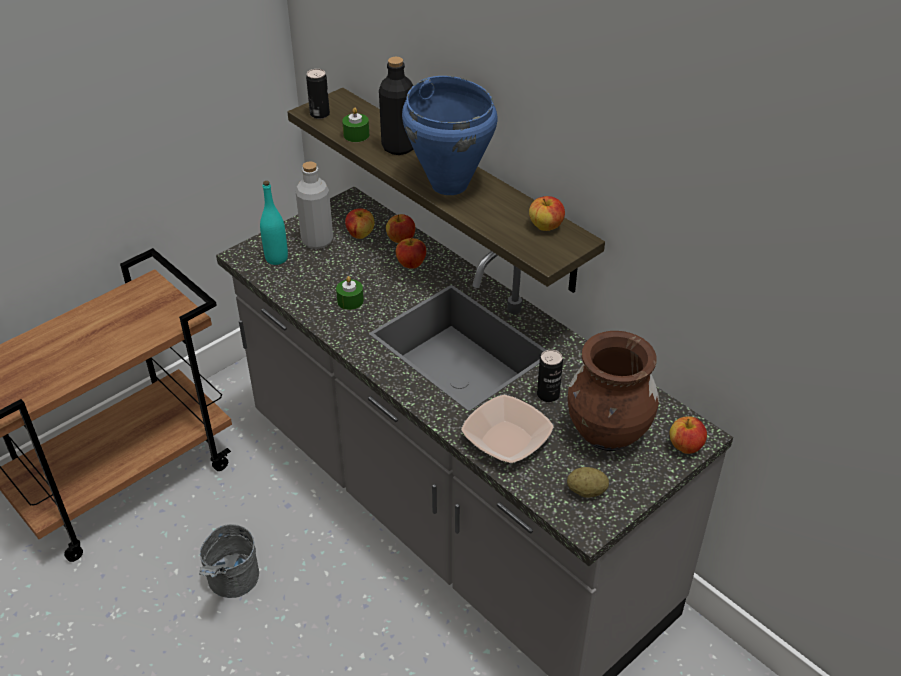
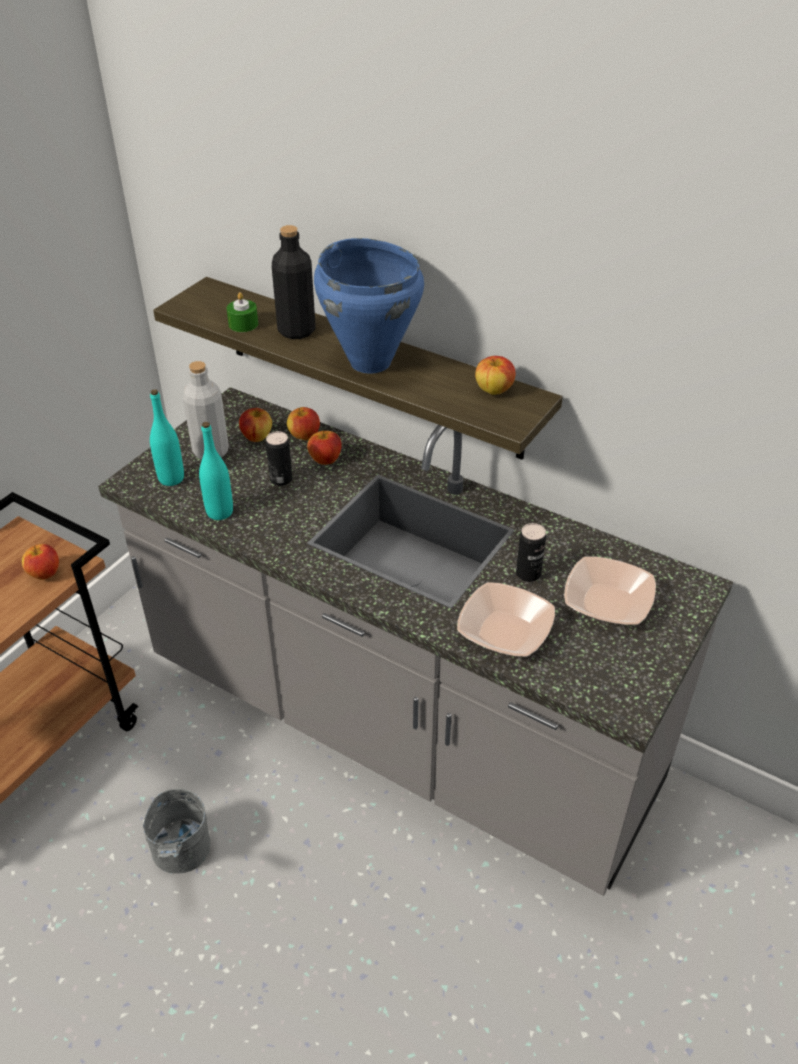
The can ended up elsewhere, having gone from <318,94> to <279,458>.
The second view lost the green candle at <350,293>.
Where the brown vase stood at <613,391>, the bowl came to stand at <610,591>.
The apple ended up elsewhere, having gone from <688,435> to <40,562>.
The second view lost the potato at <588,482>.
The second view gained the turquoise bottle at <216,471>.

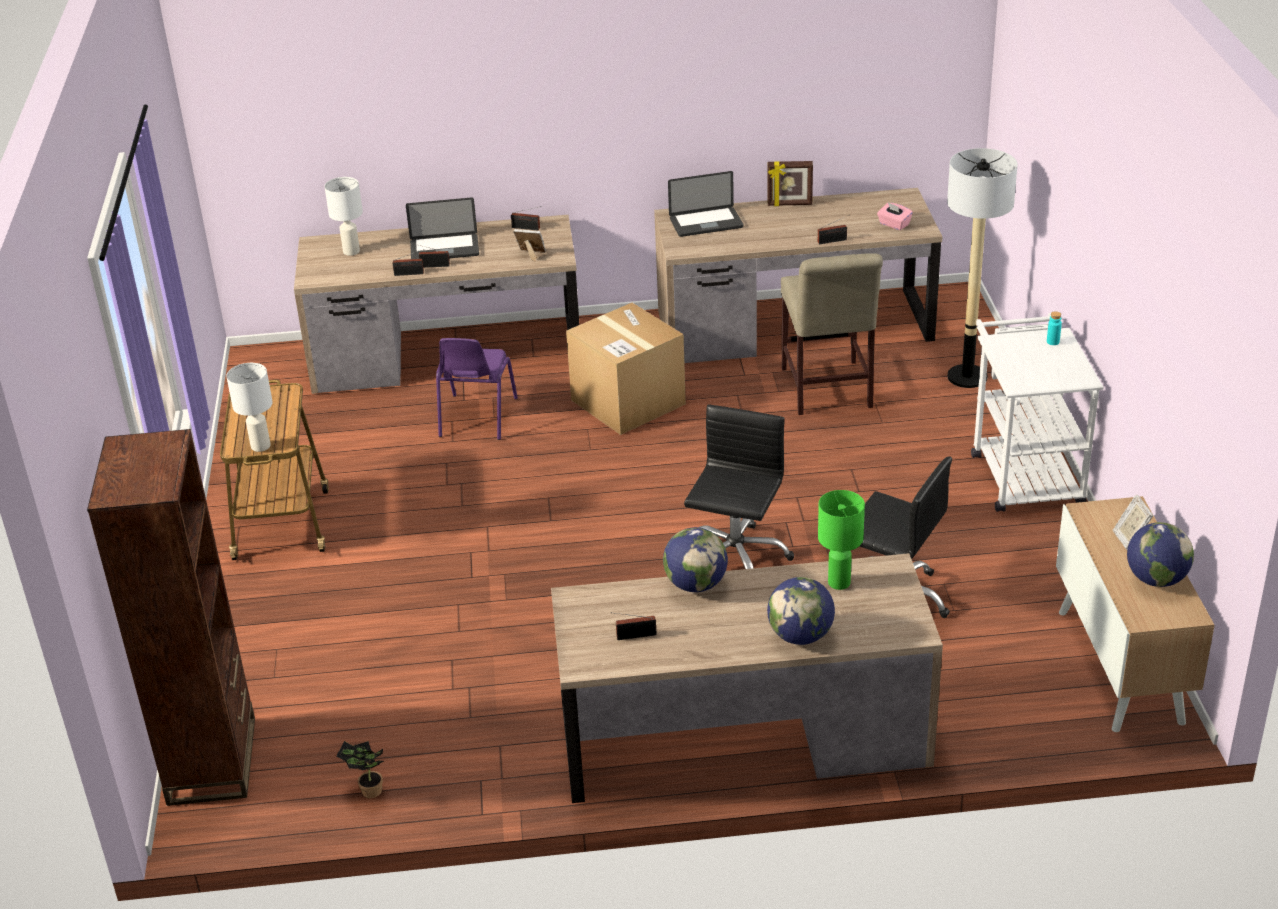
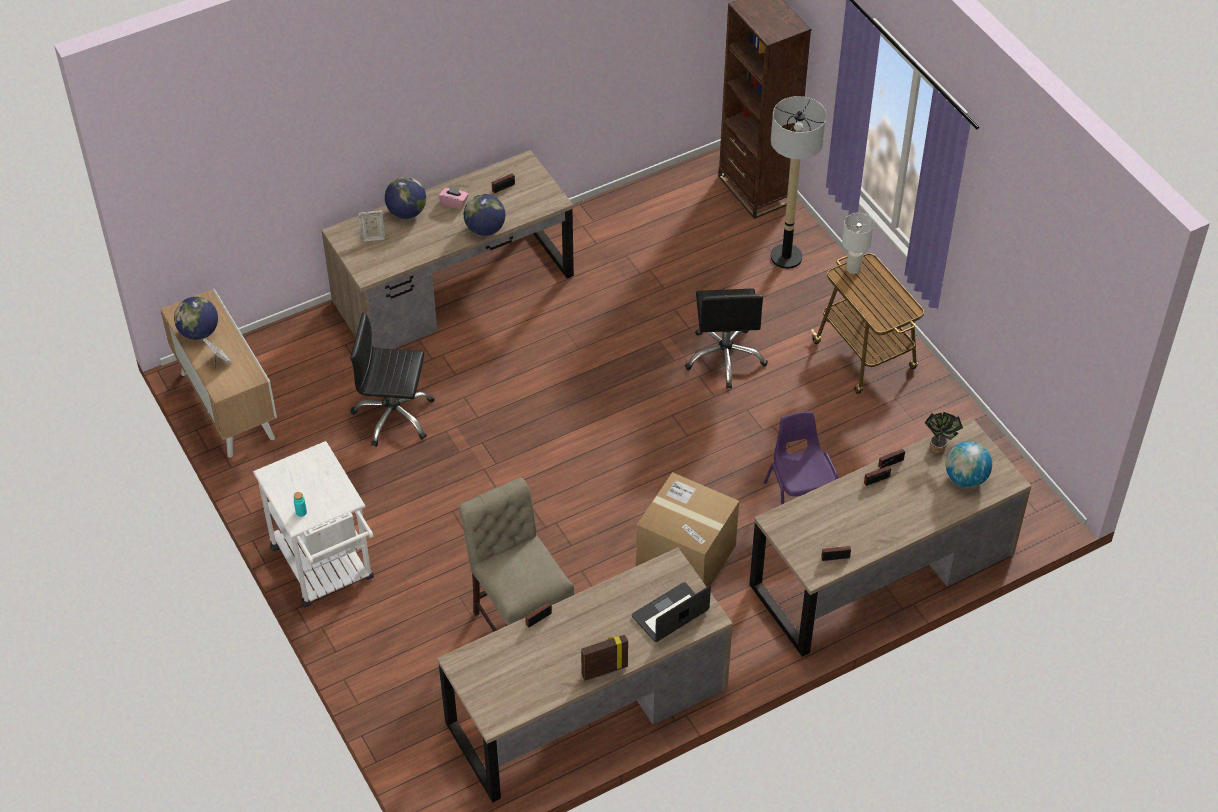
The floor lamp ended up elsewhere, having gone from <982,268> to <799,182>.
Where the white table lamp stood at <343,216>, the globe came to stand at <969,464>.
The second view lost the laptop at <442,228>.
The pink tissue box ended up elsewhere, having gone from <895,216> to <454,197>.
The picture frame ended up elsewhere, having gone from <529,245> to <371,226>.
The black office chair ended up elsewhere, having gone from <739,486> to <726,338>.
The second view lost the green table lamp at <841,540>.
The potted plant ended up elsewhere, having gone from <360,769> to <943,433>.

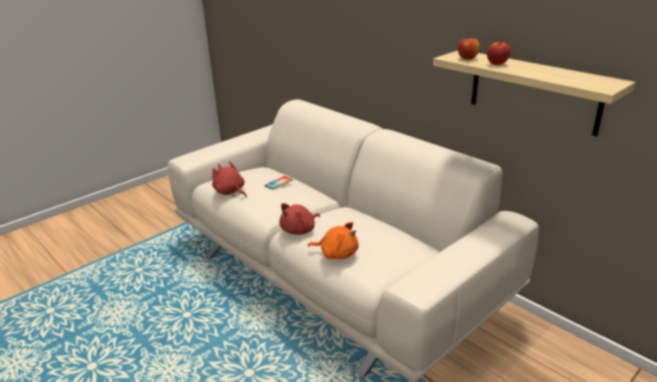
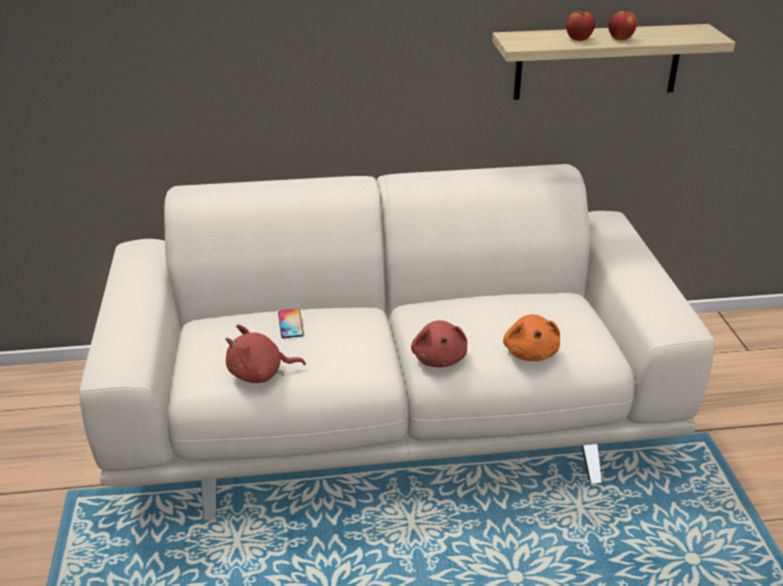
The apple ended up elsewhere, having gone from <469,47> to <622,24>.
The orange plush toy at <333,240> ended up facing another way, 120 degrees clockwise from before.

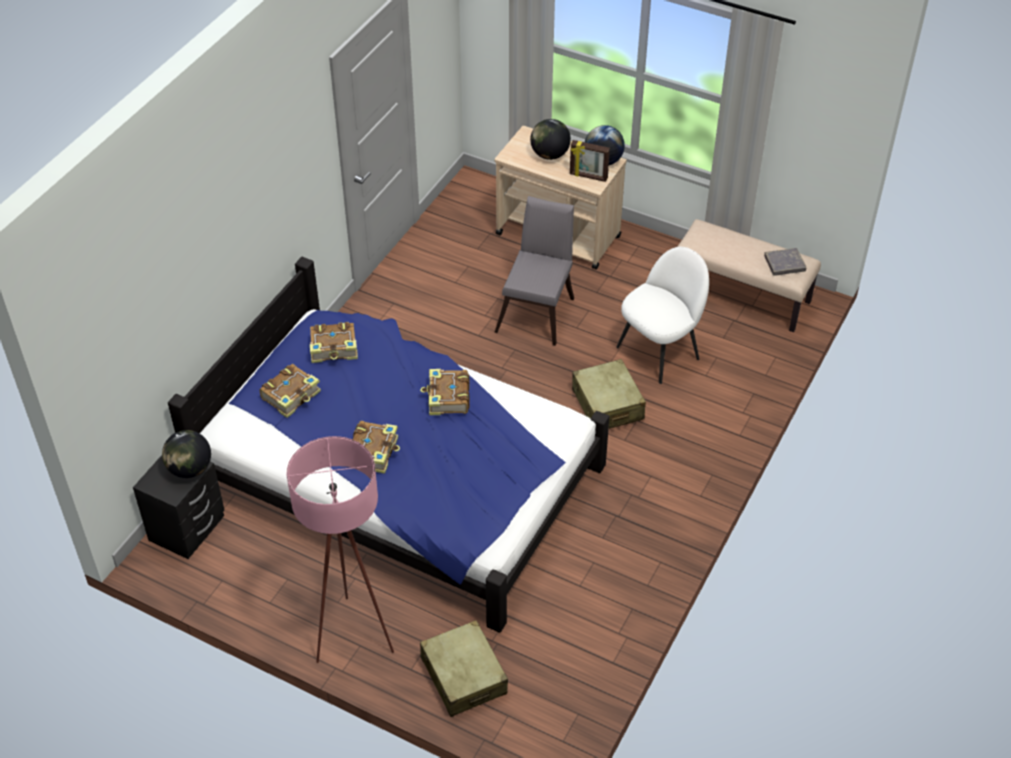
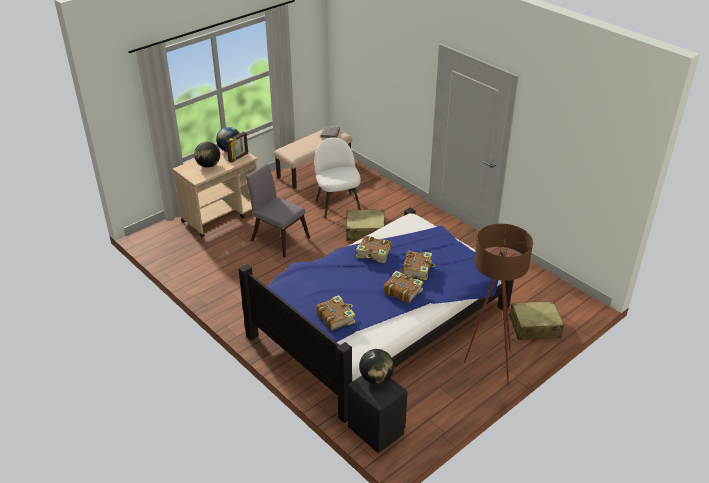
The book ended up elsewhere, having gone from <334,342> to <418,265>.
What was the pink floor lamp at <340,549> turned into the brown floor lamp at <498,305>.

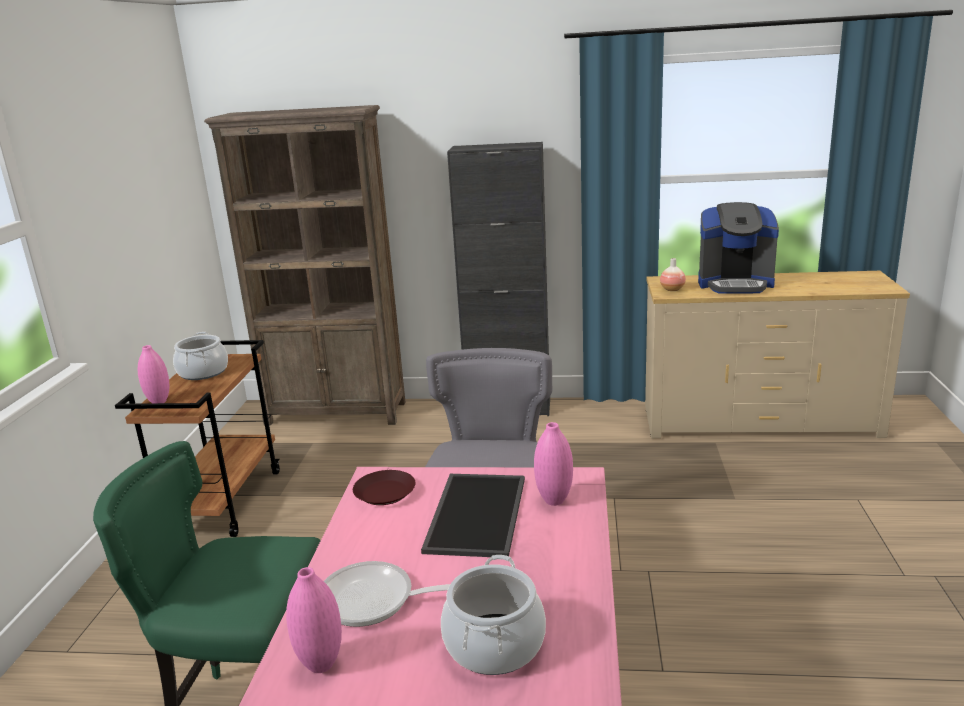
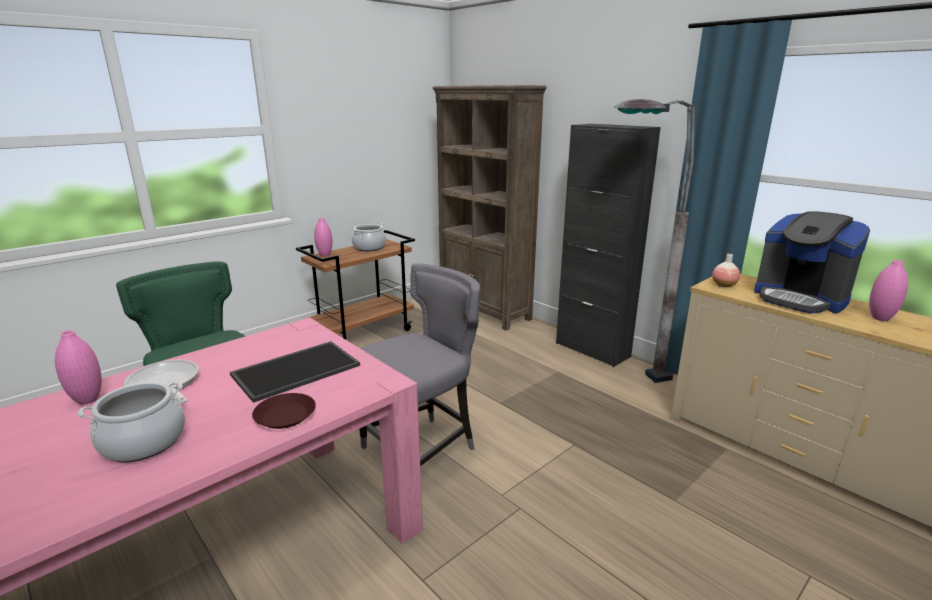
The pink vase ended up elsewhere, having gone from <553,464> to <888,290>.
The brown plate ended up elsewhere, having gone from <384,487> to <284,411>.
The second view gained the grey floor lamp at <654,241>.

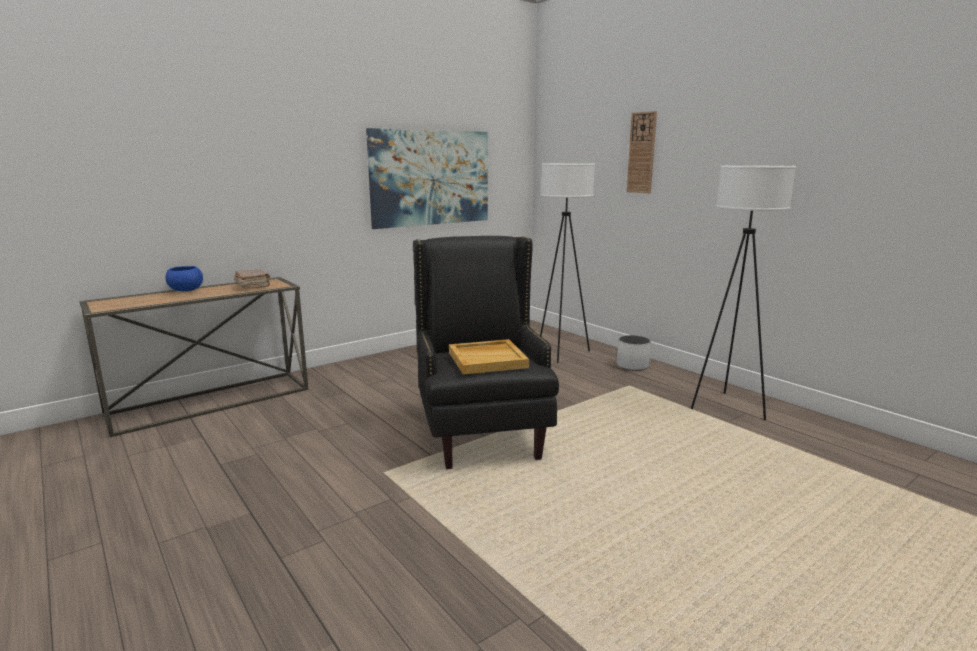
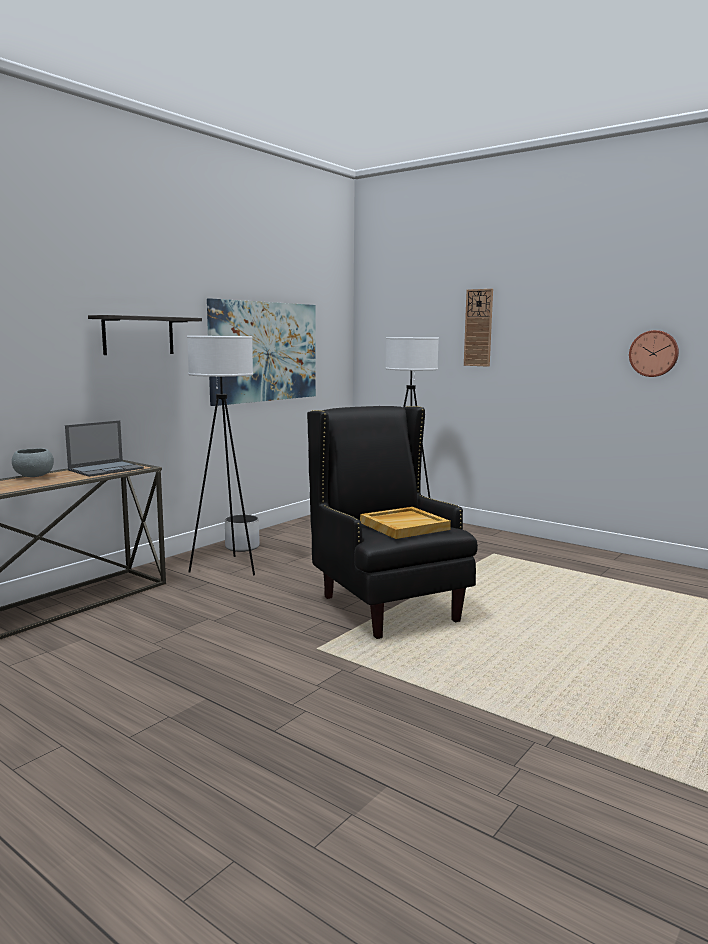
The white floor lamp ended up elsewhere, having gone from <743,292> to <221,456>.
What was the blue bowl at <184,279> turned into the grey bowl at <33,462>.
Where the brown book stood at <252,279>, the laptop came to stand at <104,448>.
The white planter ended up elsewhere, having gone from <633,353> to <242,533>.
The second view gained the shelf at <145,335>.
The second view gained the wall clock at <654,353>.

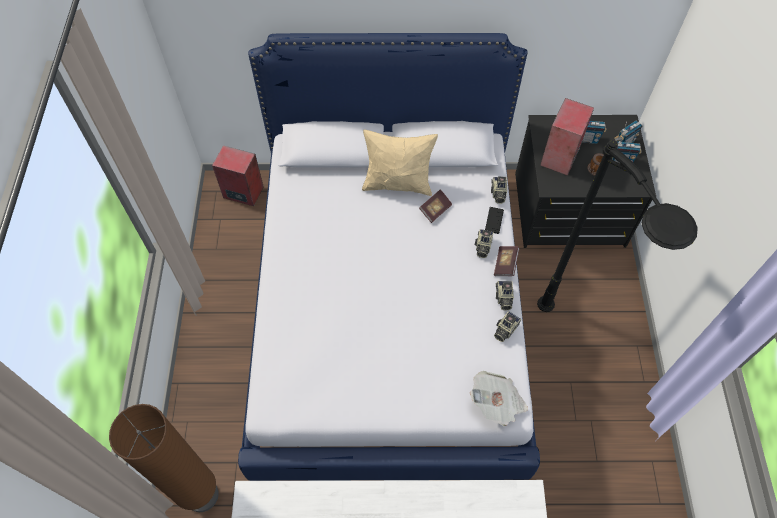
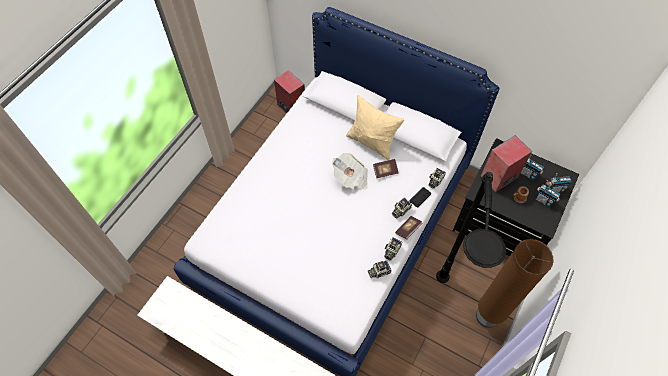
The newspaper ended up elsewhere, having gone from <499,398> to <350,171>.
The brown floor lamp ended up elsewhere, having gone from <164,458> to <515,283>.

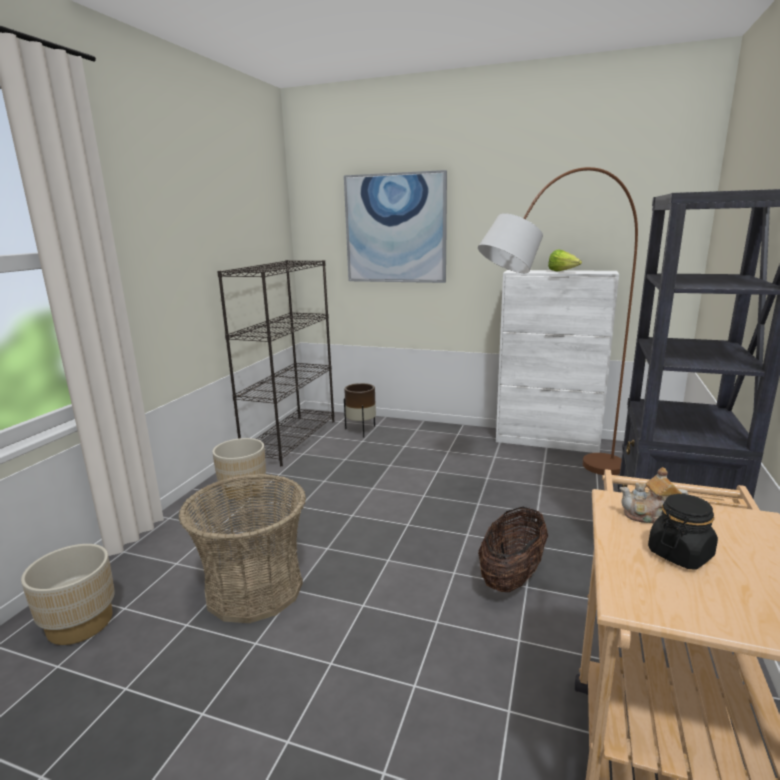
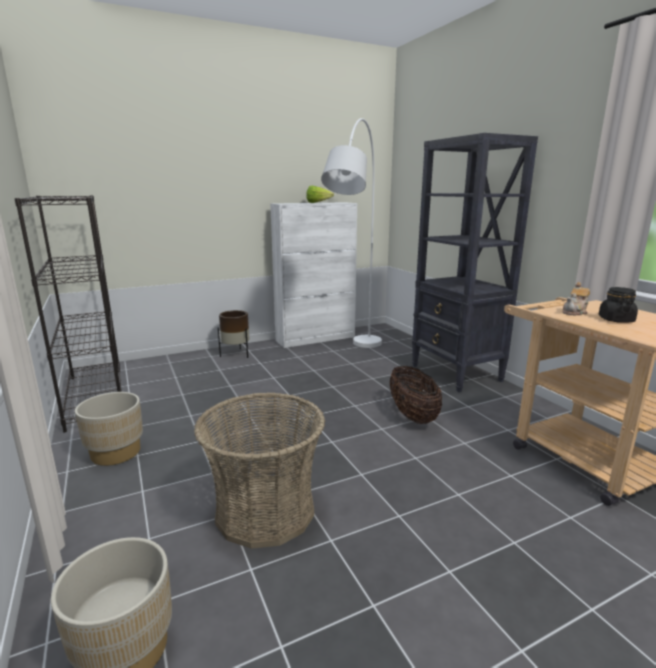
What was the brown floor lamp at <558,321> turned into the white floor lamp at <351,233>.
The second view lost the picture at <395,226>.
The brown planter ended up elsewhere, having gone from <360,410> to <233,334>.

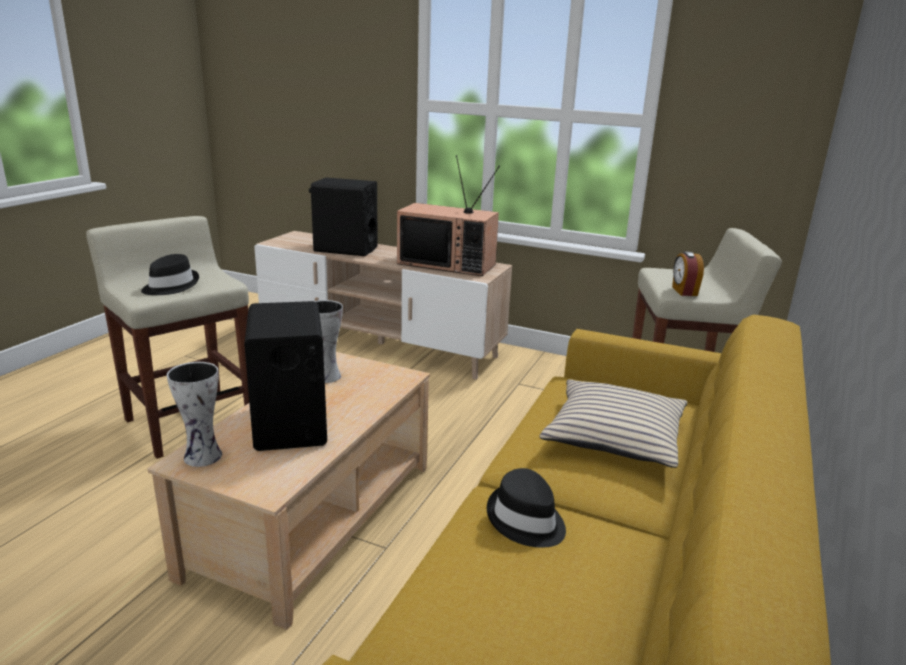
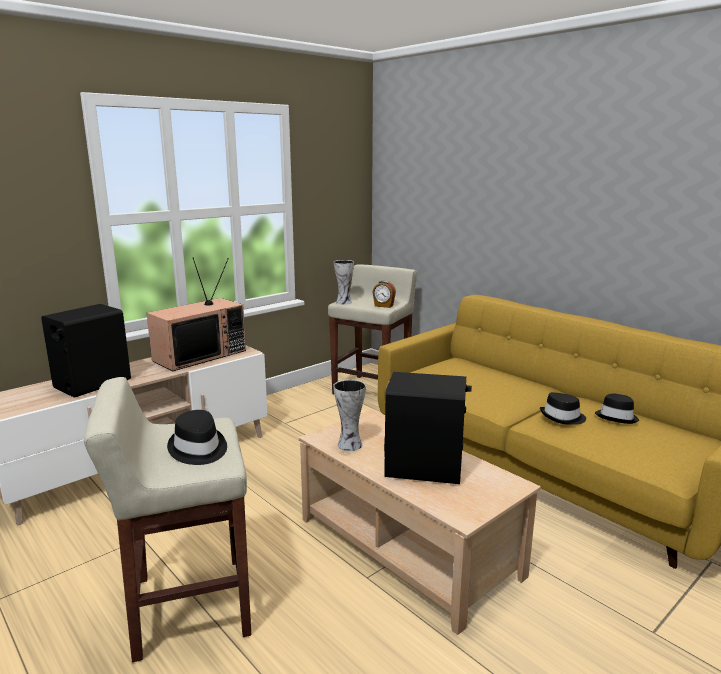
The vase ended up elsewhere, having gone from <194,414> to <344,282>.
The second view lost the beige pillow at <613,423>.
The second view gained the black hat at <617,409>.

